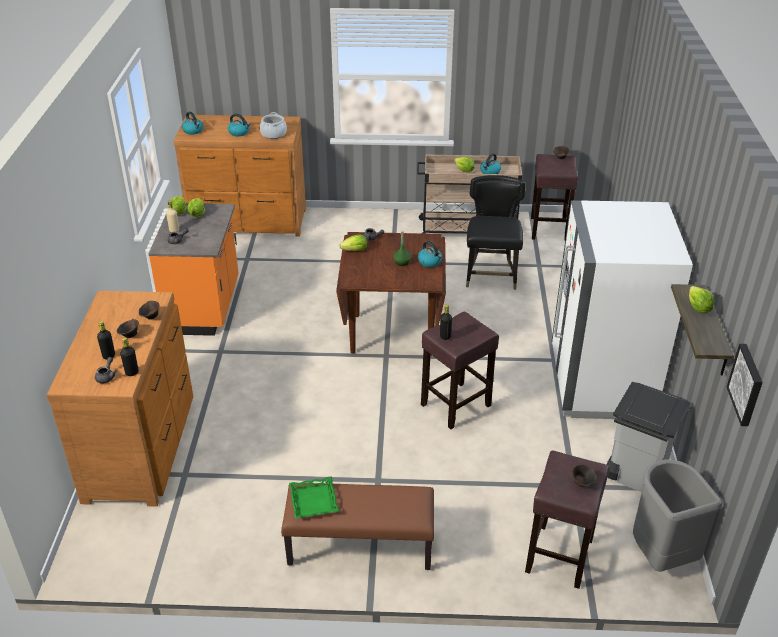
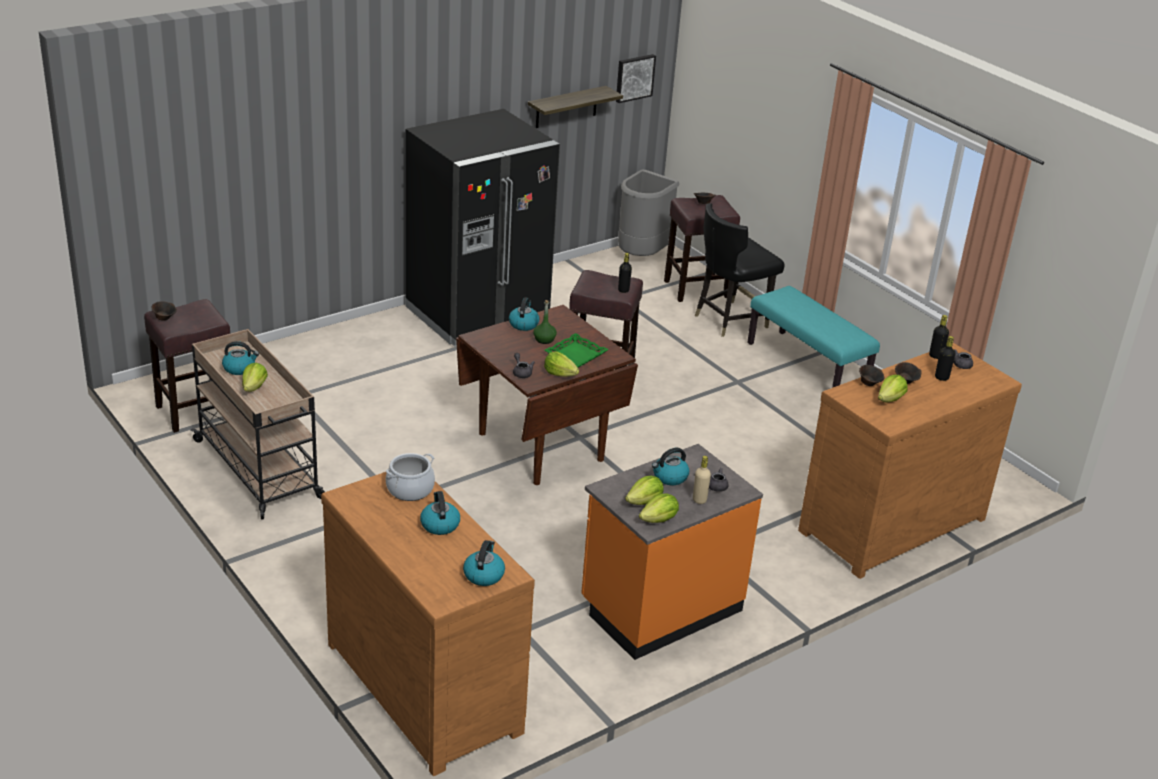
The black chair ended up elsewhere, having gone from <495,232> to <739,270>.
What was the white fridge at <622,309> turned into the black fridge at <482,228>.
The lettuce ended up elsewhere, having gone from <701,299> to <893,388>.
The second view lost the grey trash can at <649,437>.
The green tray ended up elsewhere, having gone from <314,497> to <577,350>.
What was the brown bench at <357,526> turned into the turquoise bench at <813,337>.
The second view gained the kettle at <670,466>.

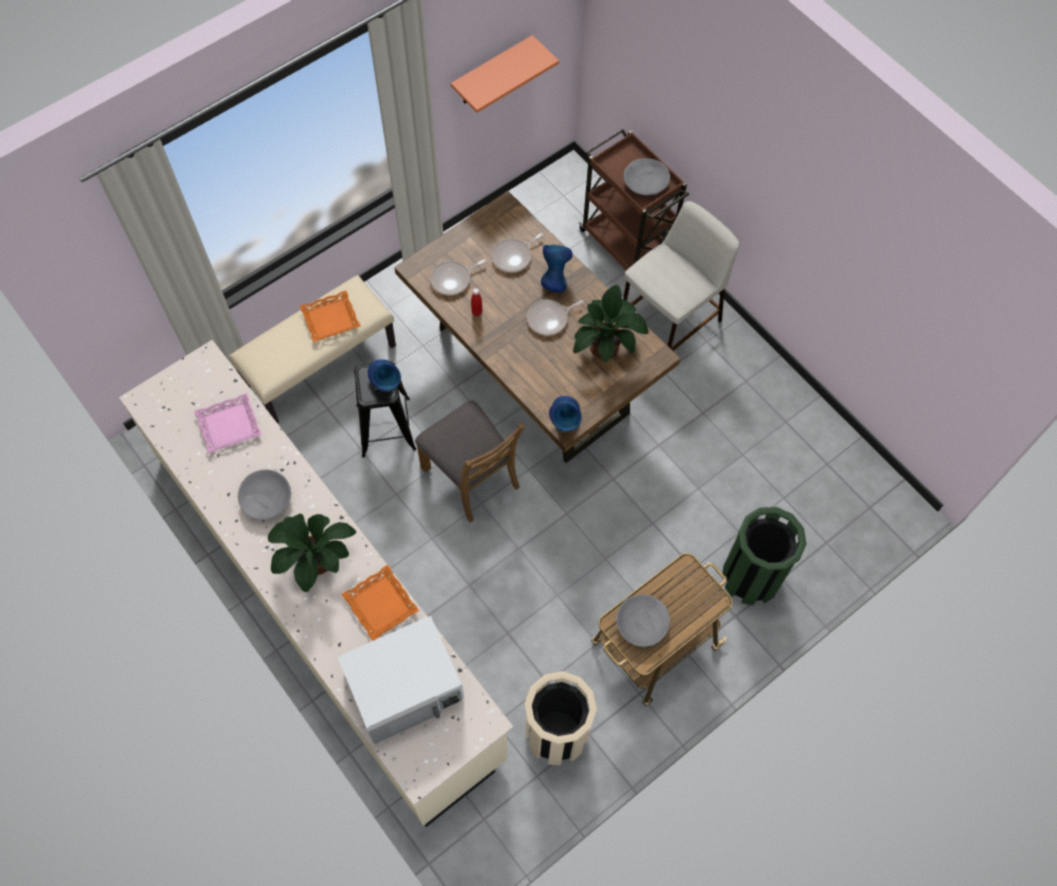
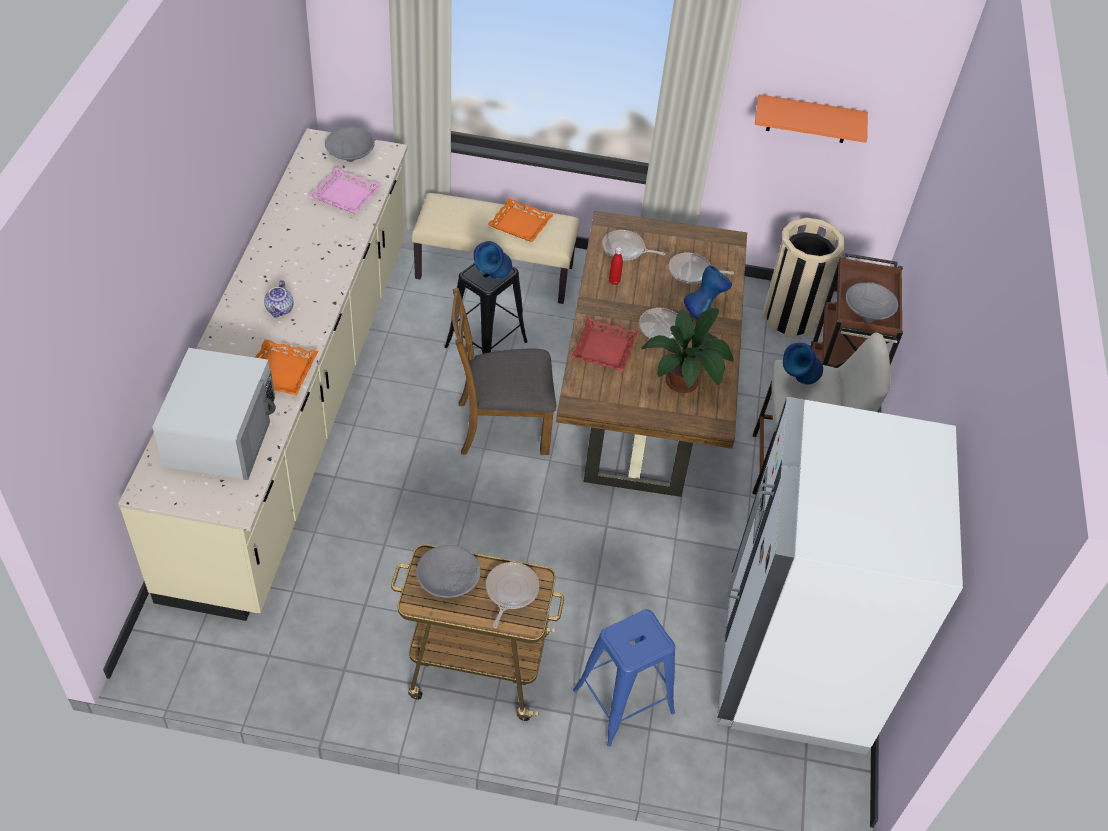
The blue vase ended up elsewhere, having gone from <565,414> to <803,363>.
The brown chair at <470,462> ended up facing another way, 75 degrees clockwise from before.
The grey bowl ended up elsewhere, having gone from <264,495> to <350,144>.
Where the green trash can stood at <764,556>, the blue stool came to stand at <624,678>.
Where the potted plant stood at <312,553>, the teapot came to stand at <278,299>.
The white microwave at <401,680> ended up facing another way, 105 degrees counterclockwise from before.
The beige trash can ended up elsewhere, having gone from <560,718> to <804,278>.
The second view gained the red tray at <604,344>.
The second view gained the white fridge at <840,576>.
The second view gained the frying pan at <512,595>.

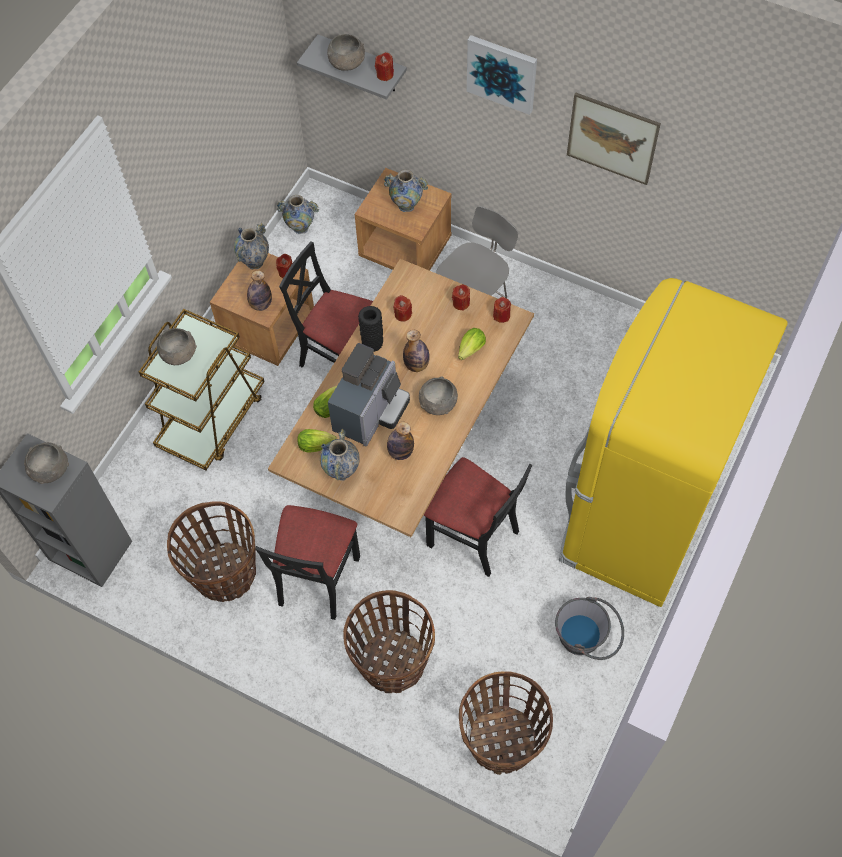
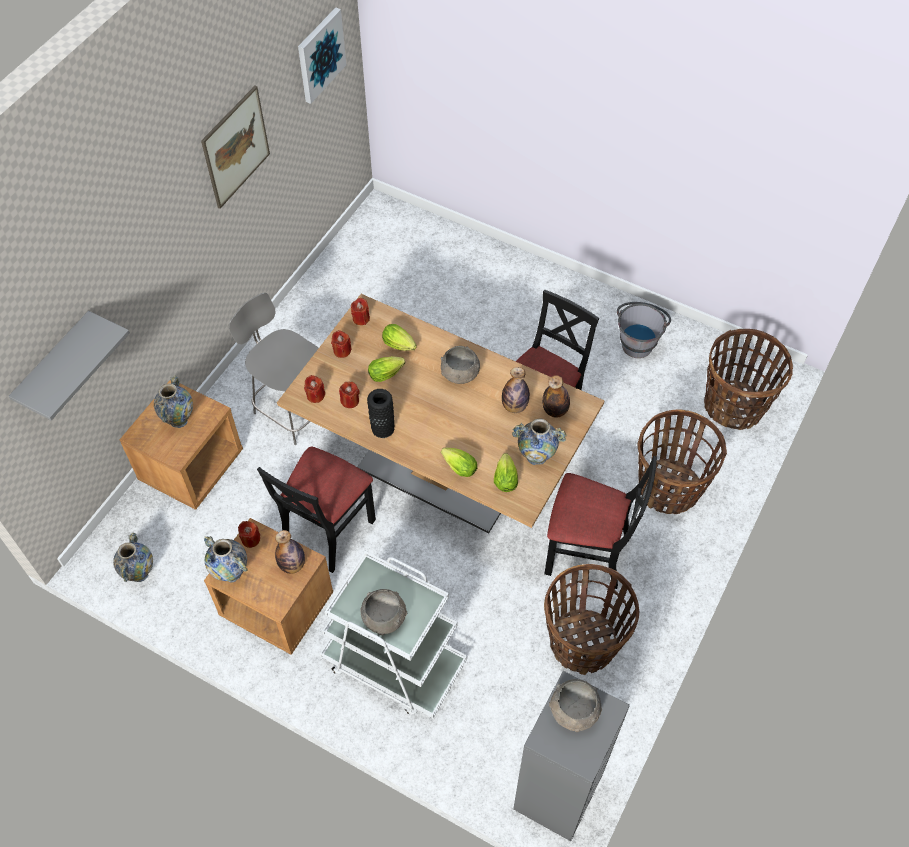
The second view lost the grey bowl at <346,52>.
The picture ended up elsewhere, having gone from <502,75> to <322,55>.
The red candle ended up elsewhere, having gone from <384,66> to <314,389>.
The second view lost the yellow fridge at <673,442>.
What was the brown cart at <201,389> turned into the white cart at <393,634>.
The bottle ended up elsewhere, having gone from <416,351> to <556,396>.
The second view lost the coffee machine at <369,394>.
The second view gained the lettuce at <386,369>.

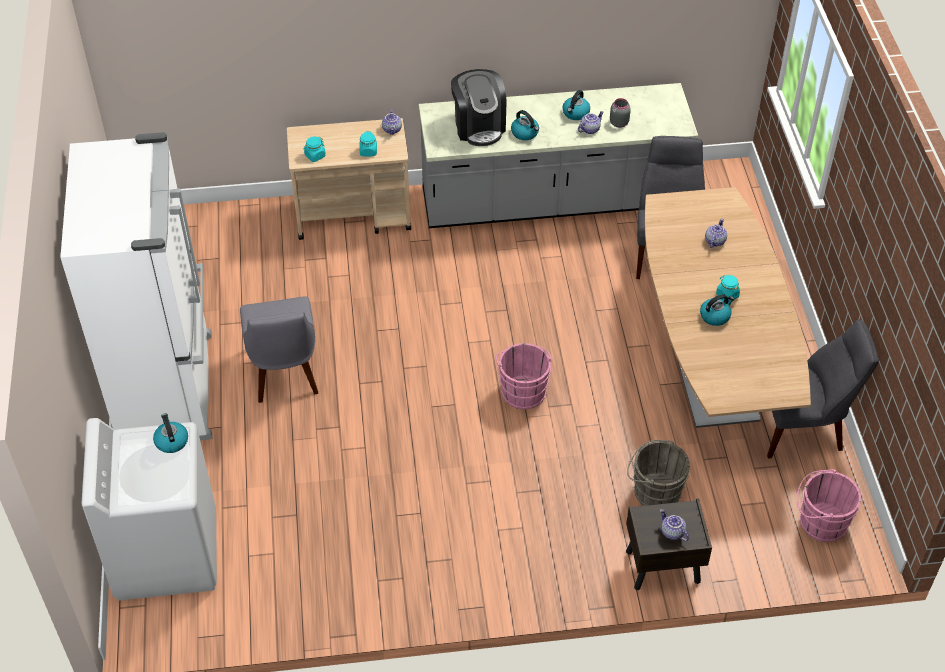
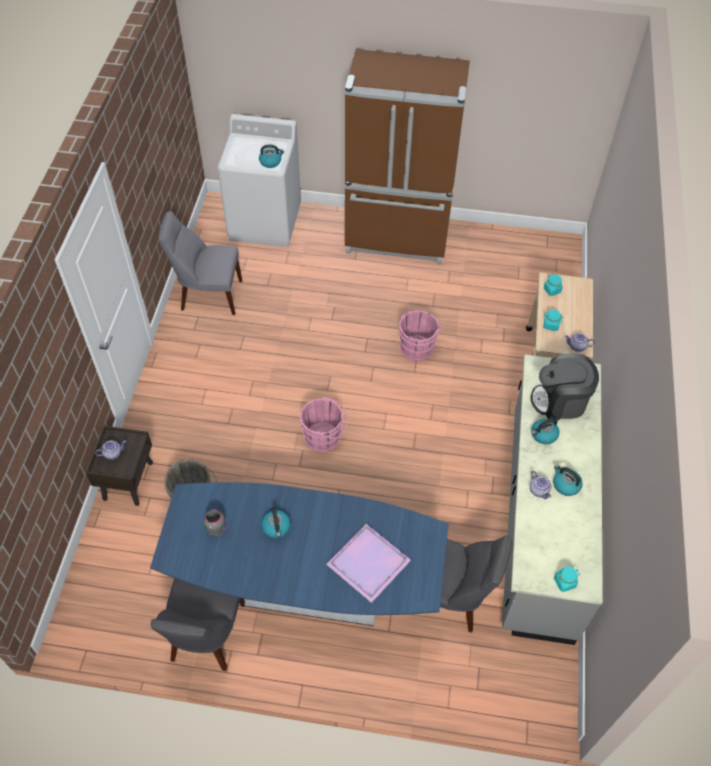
The grey jar ended up elsewhere, having gone from <620,113> to <214,523>.
What was the white fridge at <136,286> turned into the brown fridge at <407,157>.
What was the brown dining table at <728,307> turned into the blue dining table at <299,554>.
Where the teapot stood at <716,233>, the purple tray came to stand at <368,563>.
The turquoise jar ended up elsewhere, having gone from <728,287> to <567,579>.
The grey chair ended up elsewhere, having gone from <279,349> to <200,263>.
The pink bucket ended up elsewhere, having gone from <829,505> to <420,335>.

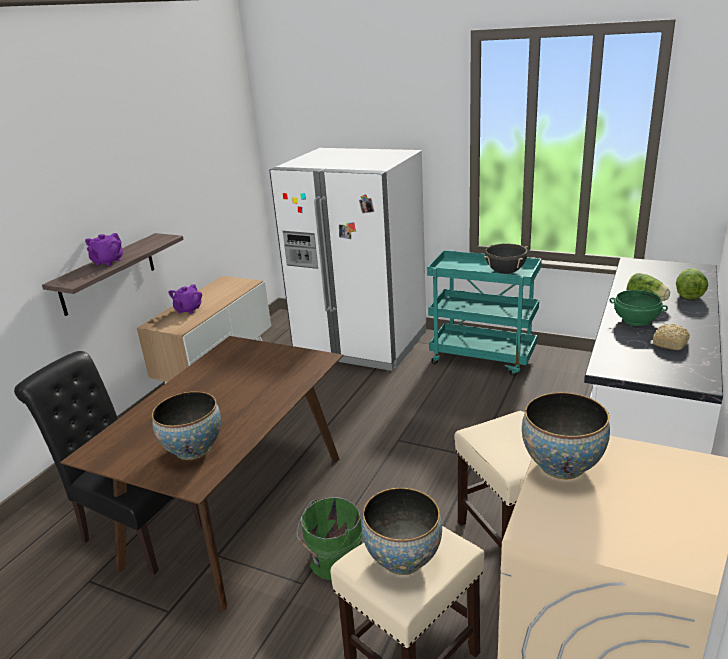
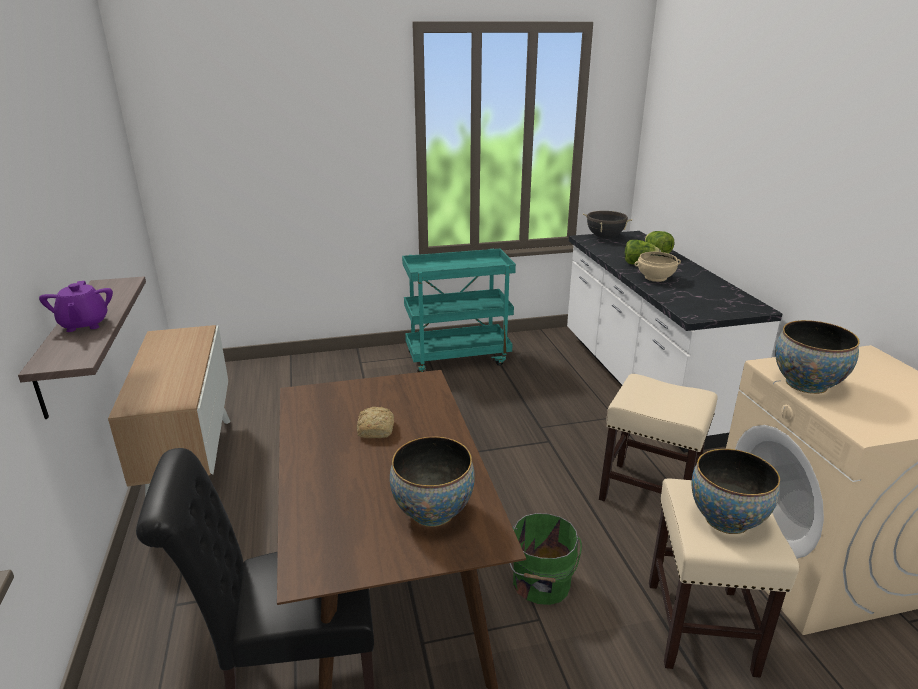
The second view lost the white fridge at <347,259>.
The black cooking pot ended up elsewhere, having gone from <506,258> to <607,225>.
The second view lost the purple teapot at <185,299>.
What was the green bowl at <638,308> turned into the beige bowl at <657,267>.
The bread ended up elsewhere, having gone from <671,337> to <375,422>.

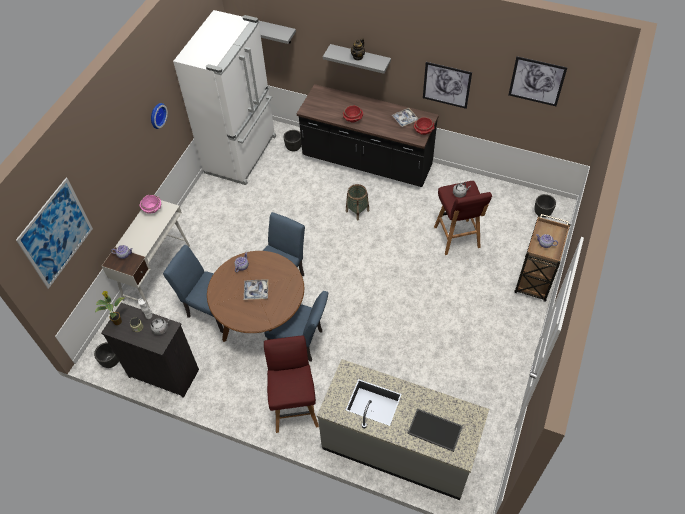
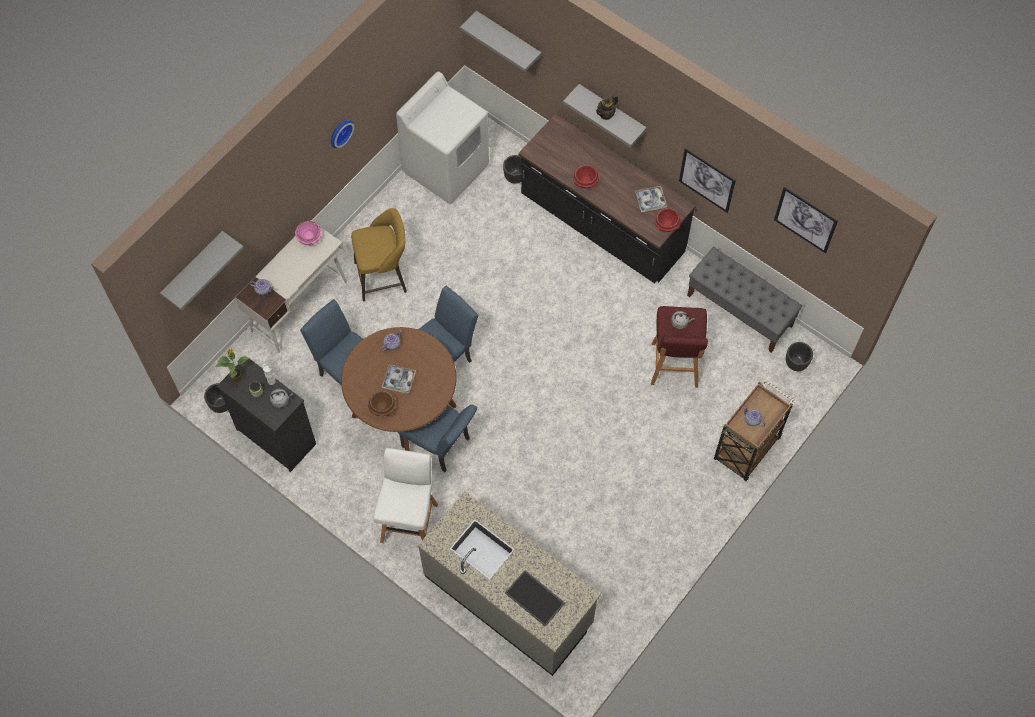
Where the white fridge stood at <224,97>, the white washing machine came to stand at <442,137>.
Where the picture hung at <54,233>, the grey shelf came to hang at <202,271>.
The second view lost the basket at <357,202>.
What was the red stool at <291,384> turned into the white stool at <406,495>.
The second view gained the yellow stool at <379,255>.
The second view gained the grey bench at <744,300>.
The second view gained the brown bowl at <382,403>.

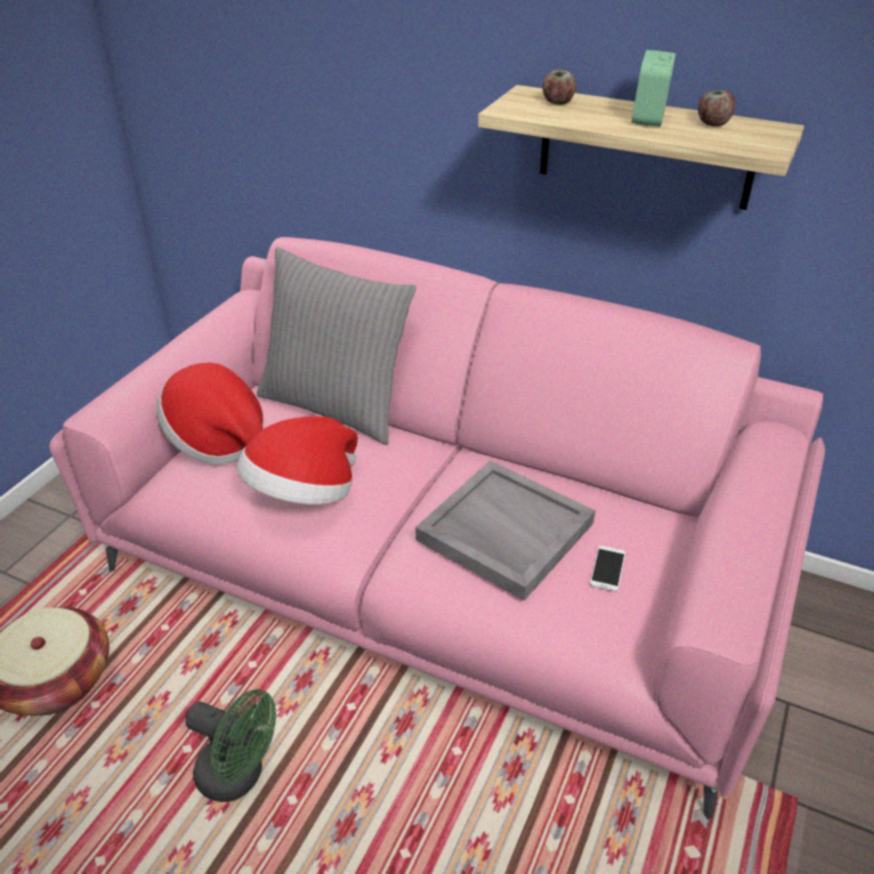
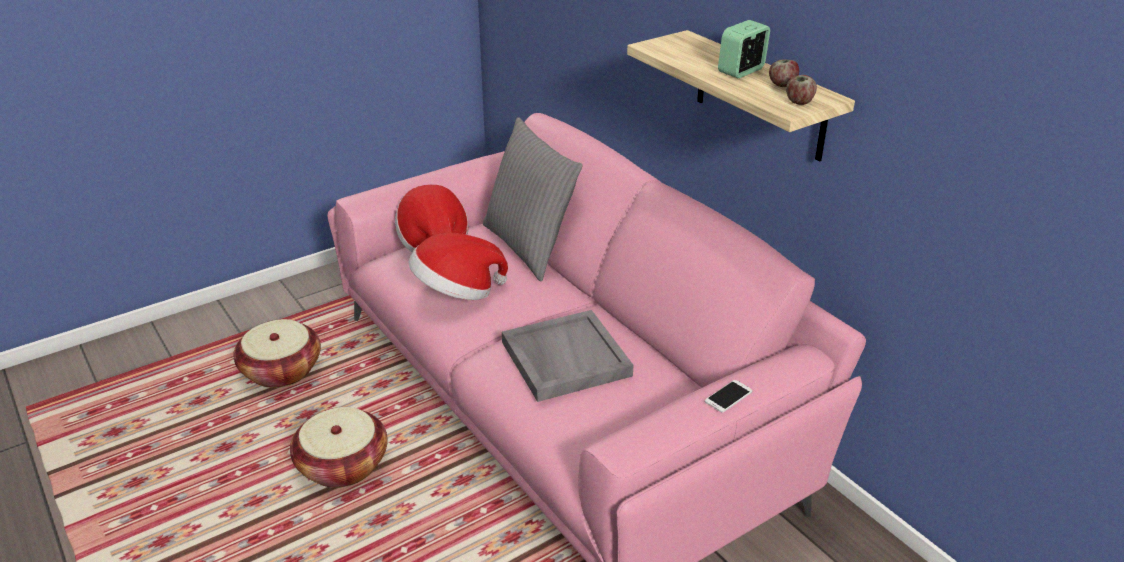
The apple ended up elsewhere, having gone from <559,87> to <801,90>.
The phone ended up elsewhere, having gone from <608,568> to <729,396>.
Where the green fan stood at <231,745>, the basket came to stand at <339,447>.

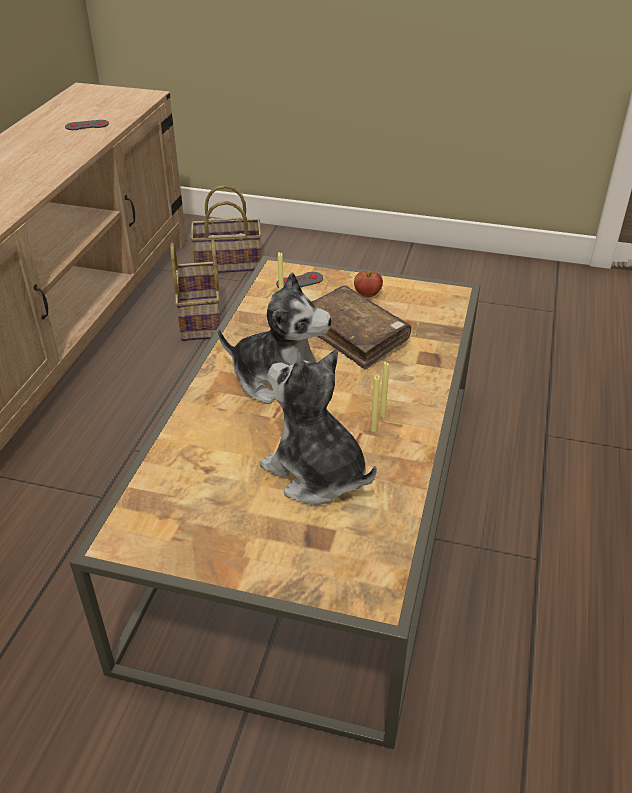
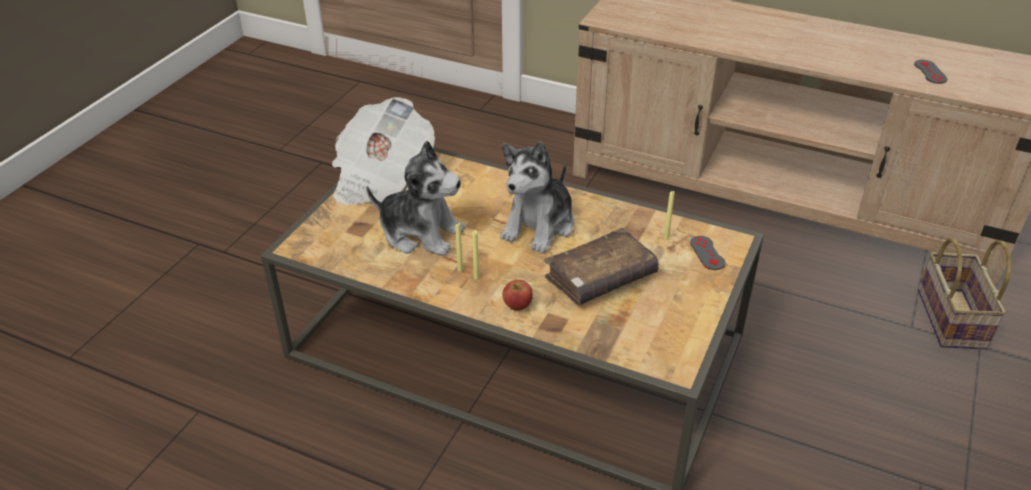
The second view lost the basket at <195,290>.
The apple ended up elsewhere, having gone from <368,284> to <518,295>.
The plush toy at <318,427> ended up facing another way, 60 degrees clockwise from before.
The second view gained the newspaper at <383,151>.

